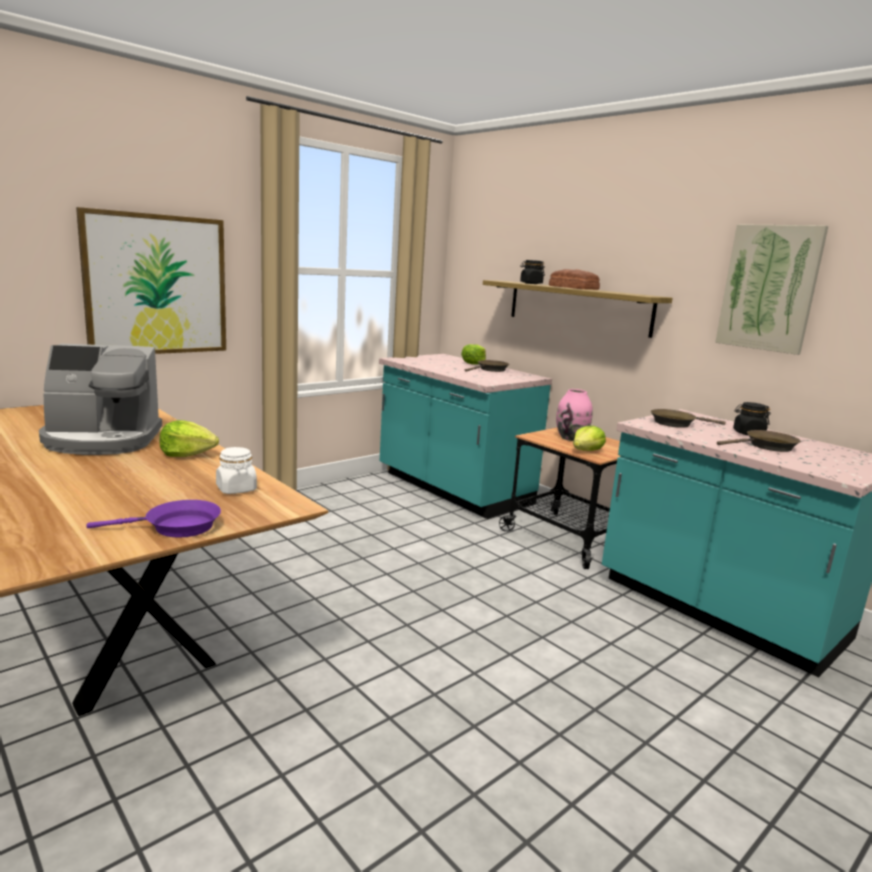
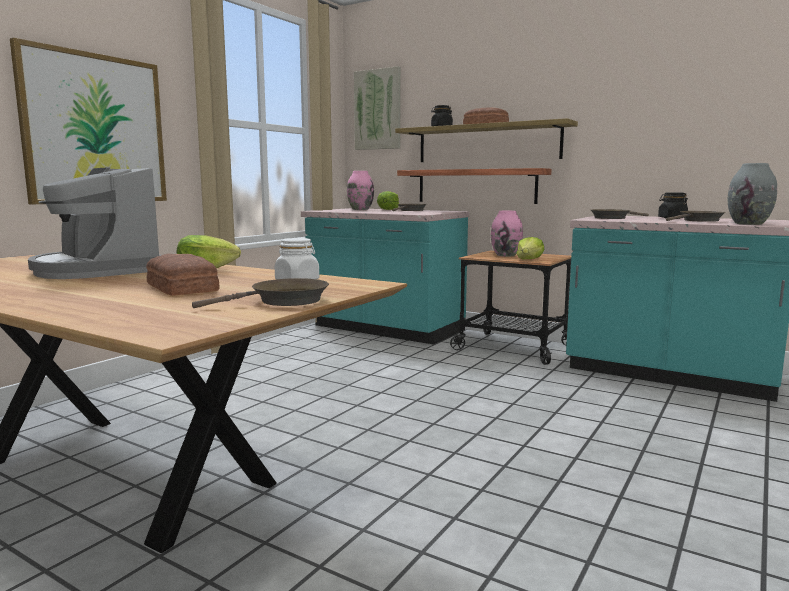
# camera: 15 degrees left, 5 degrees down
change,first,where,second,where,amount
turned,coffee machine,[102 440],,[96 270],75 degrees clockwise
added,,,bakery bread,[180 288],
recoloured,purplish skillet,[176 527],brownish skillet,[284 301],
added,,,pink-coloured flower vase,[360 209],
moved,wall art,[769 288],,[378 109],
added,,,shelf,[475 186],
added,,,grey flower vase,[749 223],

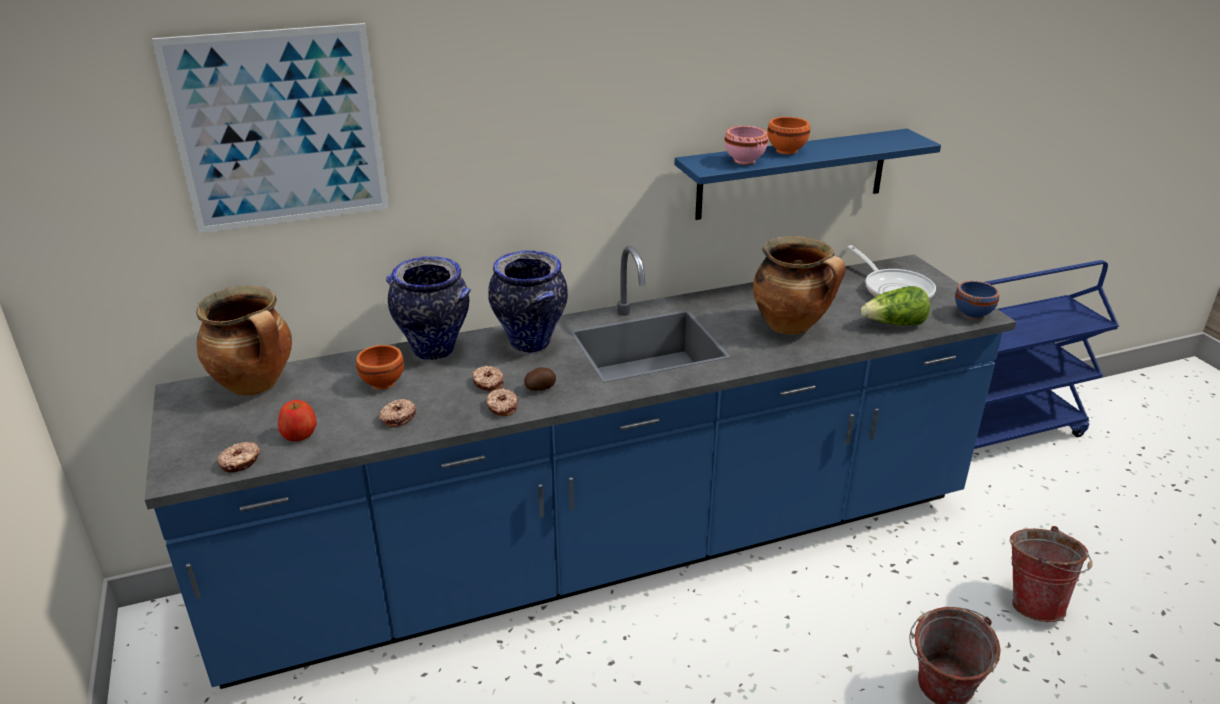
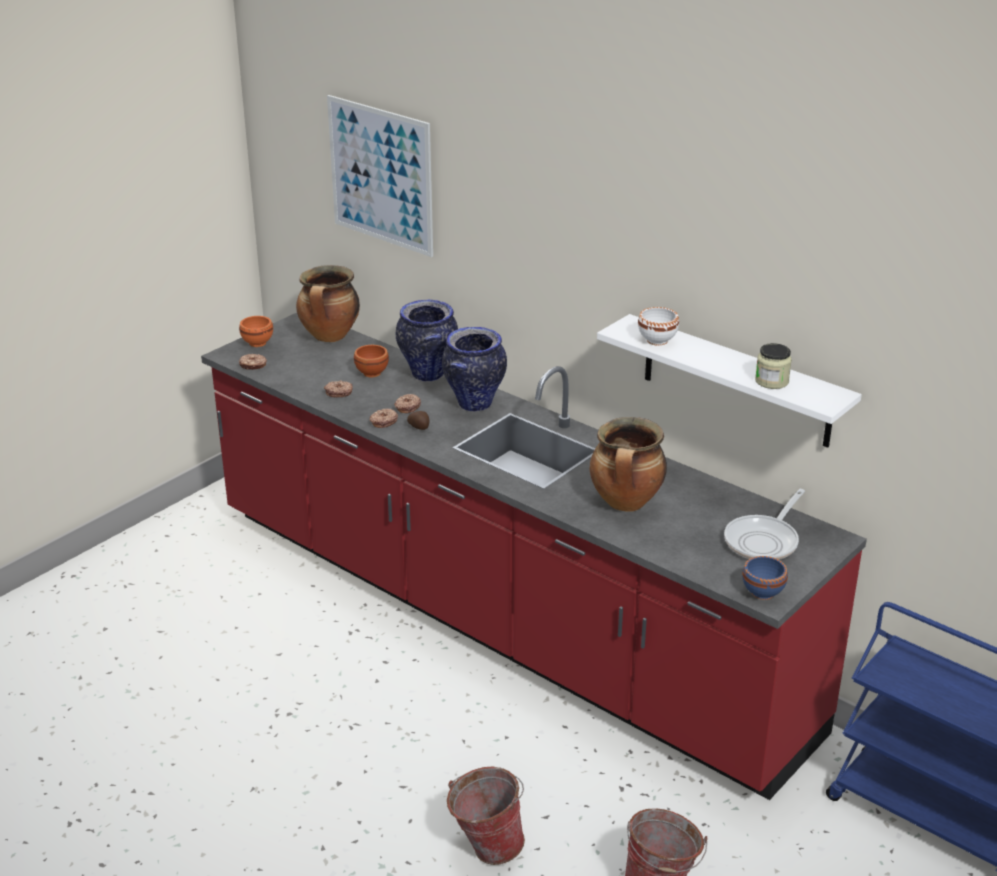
# camera: 60 degrees right, 0 degrees up
change,first,where,second,where,amount
recoloured,blue-coloured kitchen base unit,[610 552],red kitchen base unit,[498 620],
moved,orange bowl,[785 151],,[256 343],
recoloured,blue-coloured shelf,[792 174],white shelf,[736 381],
recoloured,pink-coloured bowl,[743 160],white bowl,[656 340],
added,,,preserve jar,[771 381],
removed,whole apple,[299 434],,,
removed,lettuce,[894 324],,,

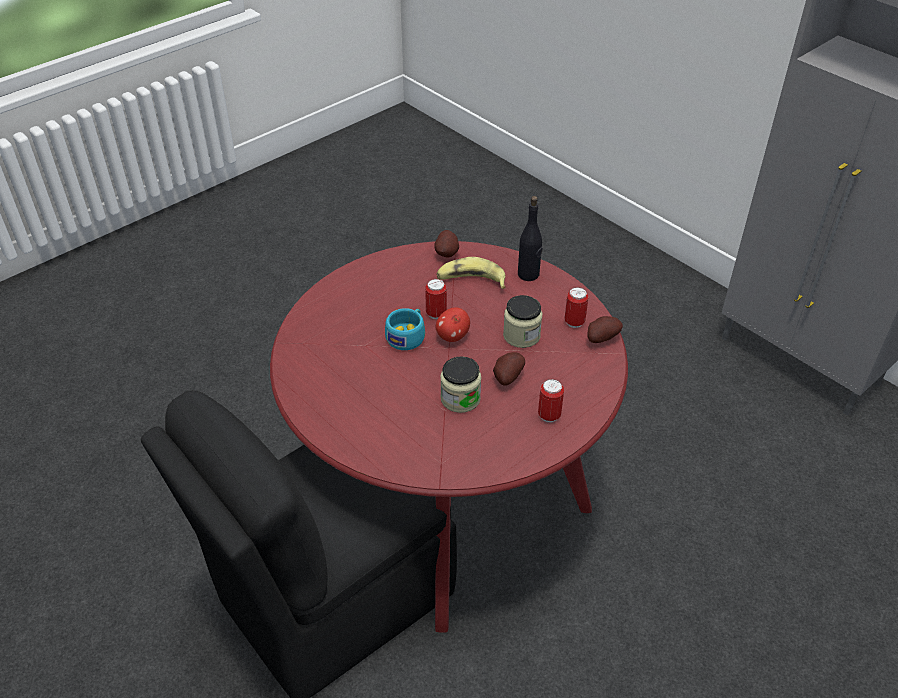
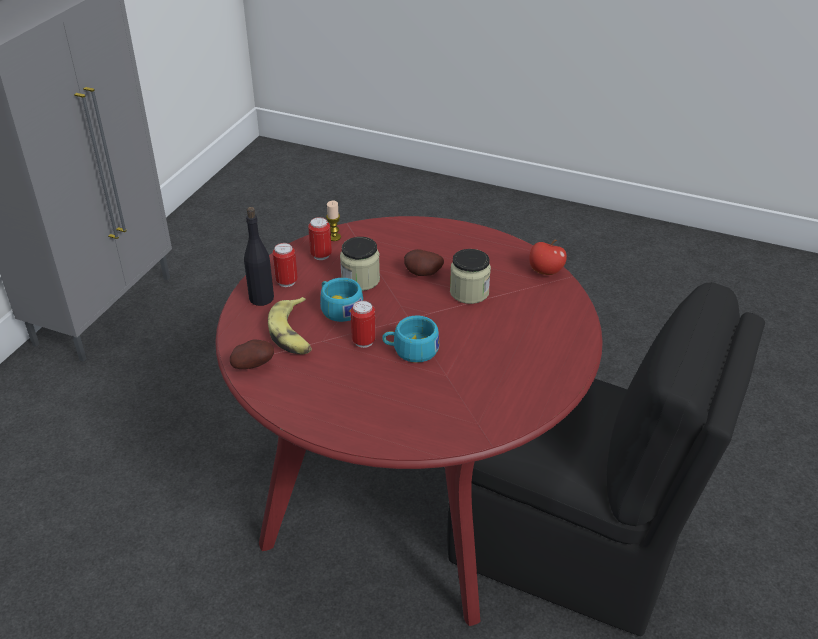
# camera: 115 degrees left, 5 degrees down
change,first,where,second,where,amount
moved,metal can,[549 415],,[286 282],
added,,,blue-green drinking cup,[339 308],
replaced,whole potato,[601 338],wax light,[334 237],
moved,whole apple,[452 336],,[545 271],

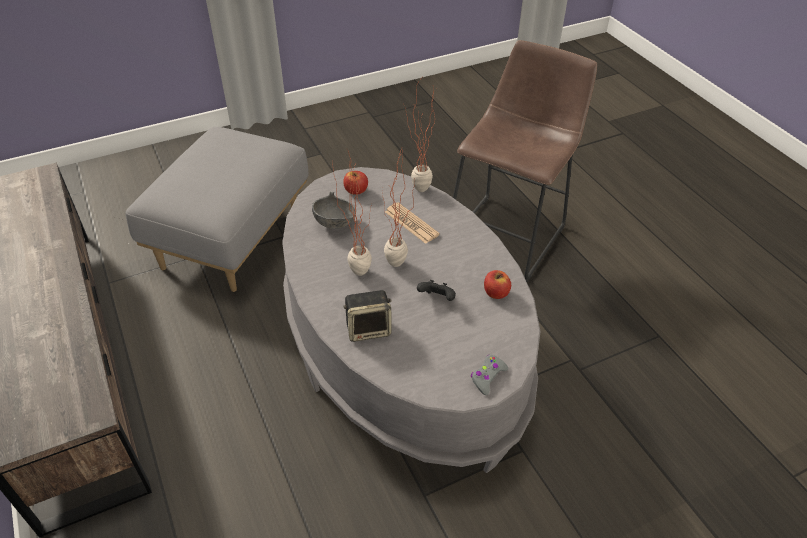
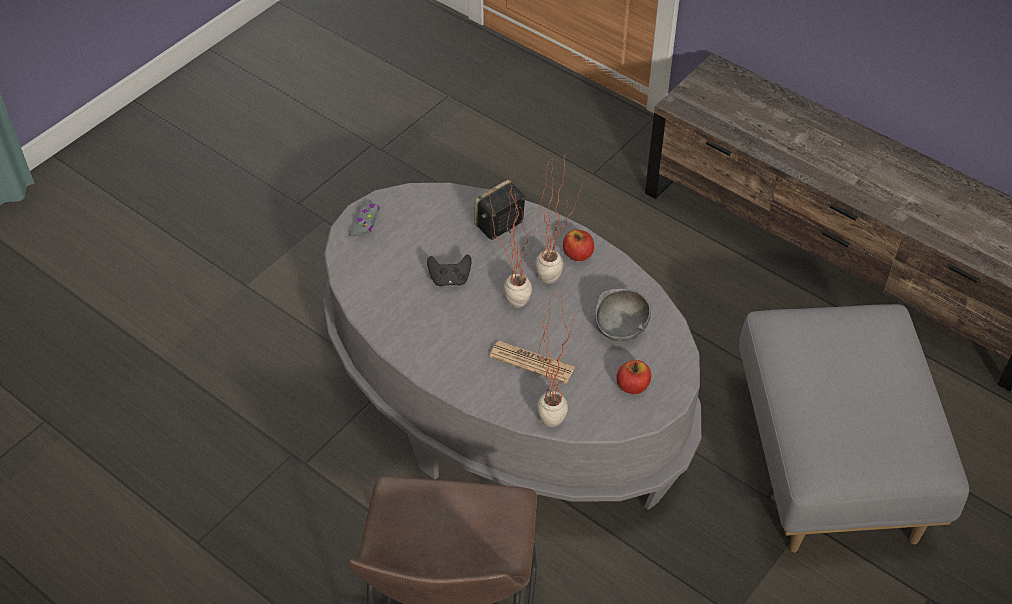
# camera: 155 degrees right, 5 degrees up
change,first,where,second,where,amount
moved,whole apple,[496 293],,[578 254],

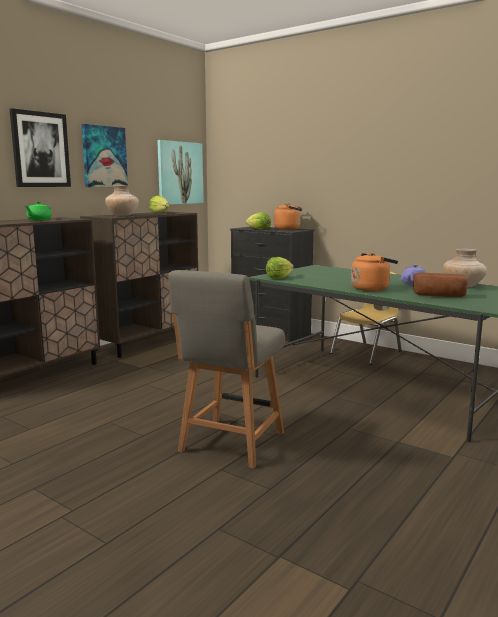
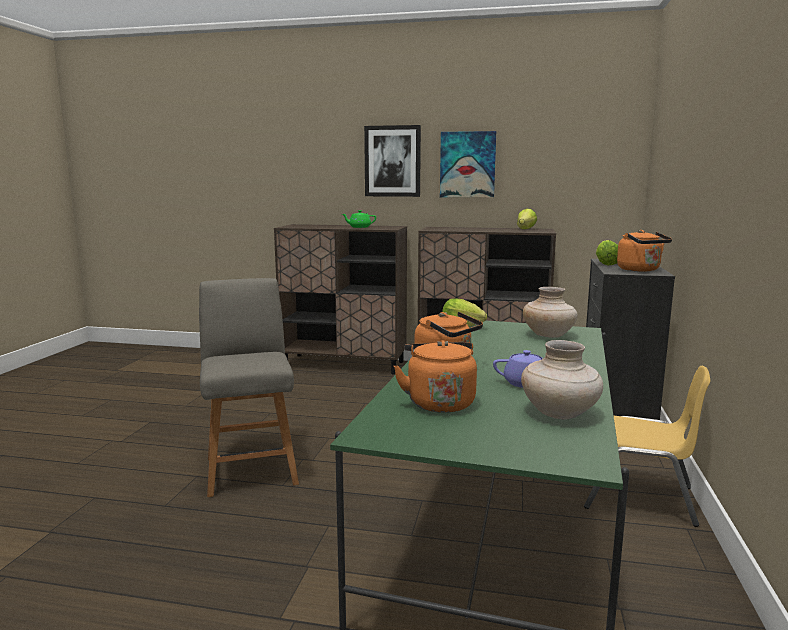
# camera: 65 degrees right, 0 degrees up
change,first,where,second,where,amount
turned,grey upright chair,[230 444],,[251 468],75 degrees clockwise
replaced,bakery bread,[439 296],orange water kettle,[439 402],
moved,sand-coloured flower vase,[123 216],,[549 335],
removed,wall art,[180 173],,,

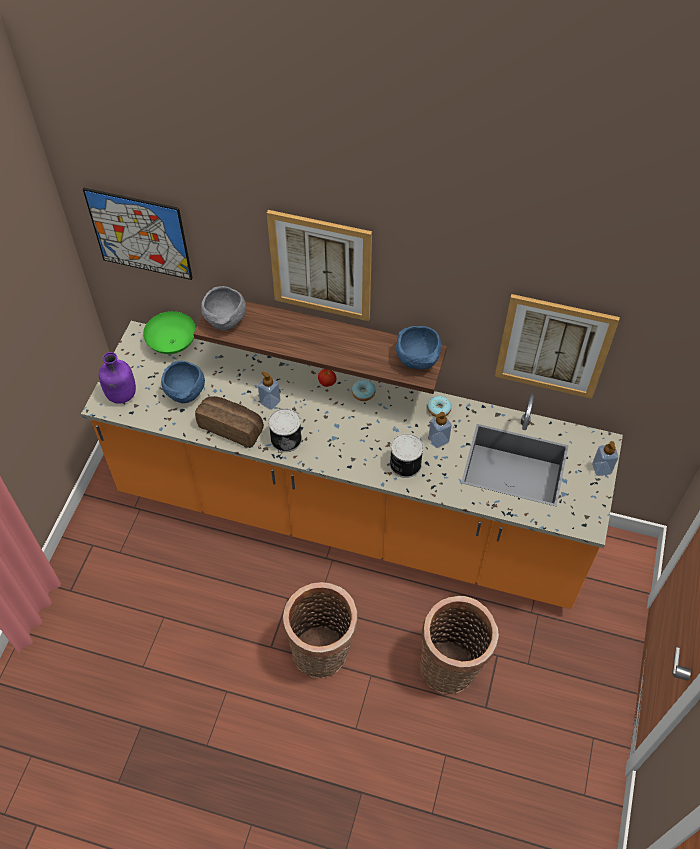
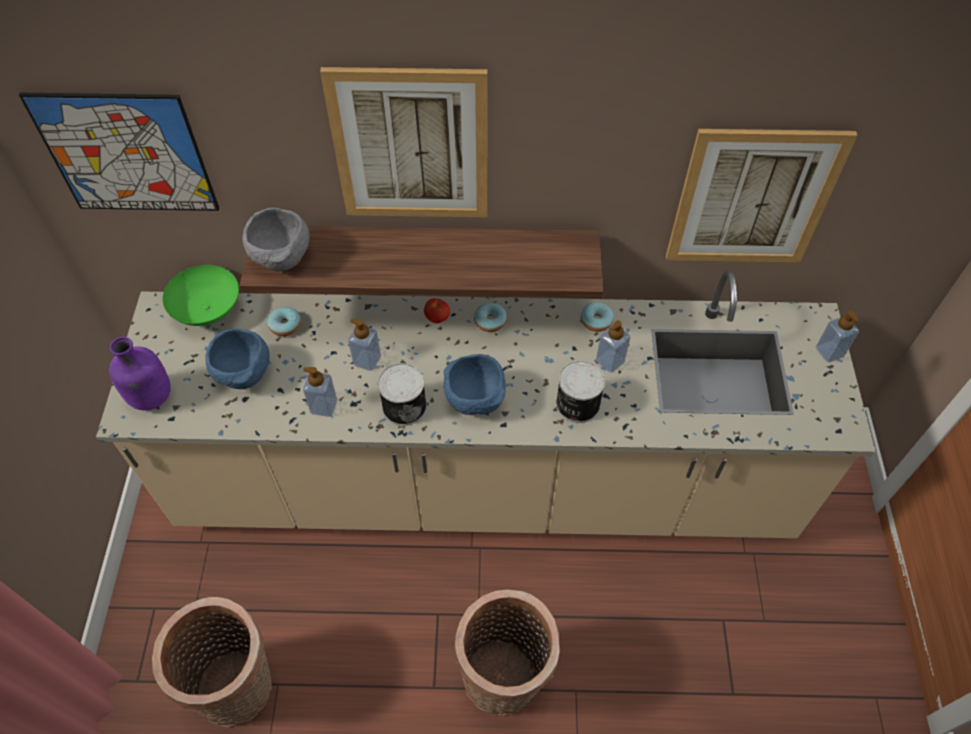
# camera: 15 degrees left, 0 degrees up
change,first,where,second,where,amount
recoloured,orange kitchen base unit,[350 516],sand-coloured kitchen base unit,[485 485],
moved,basket,[451 668],,[240 687],
added,,,ring doughnut,[285 325],
replaced,bakery bread,[232 426],liquid soap bottle,[324 406],
moved,blue-coloured bowl,[418 360],,[477 400],

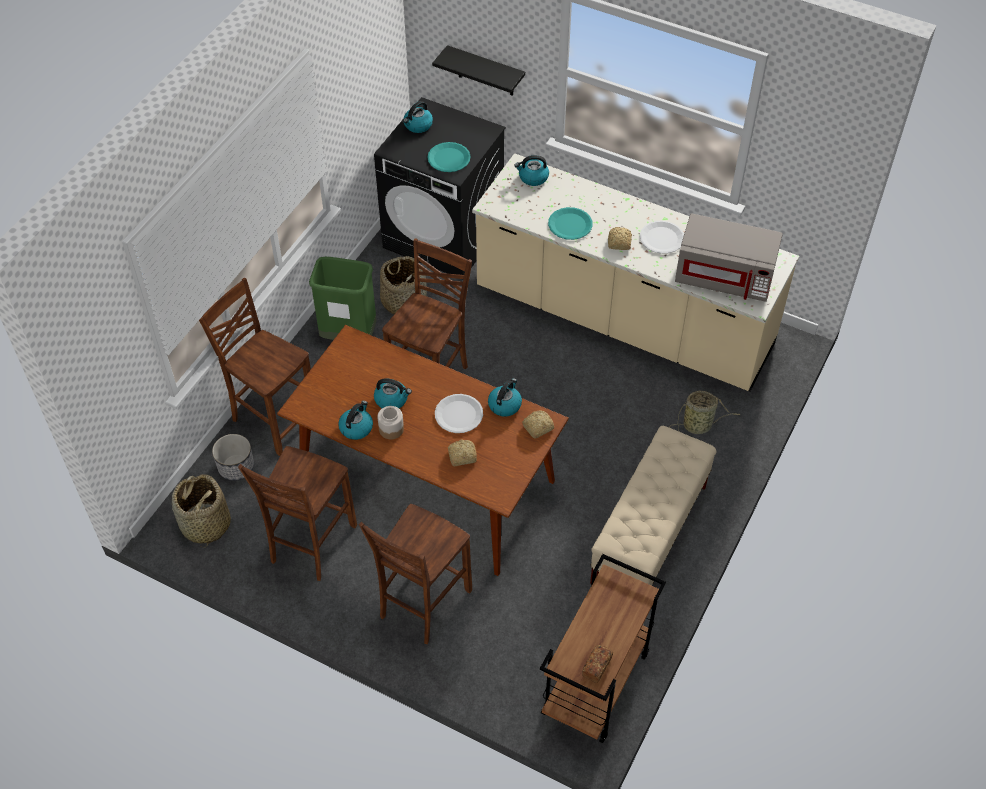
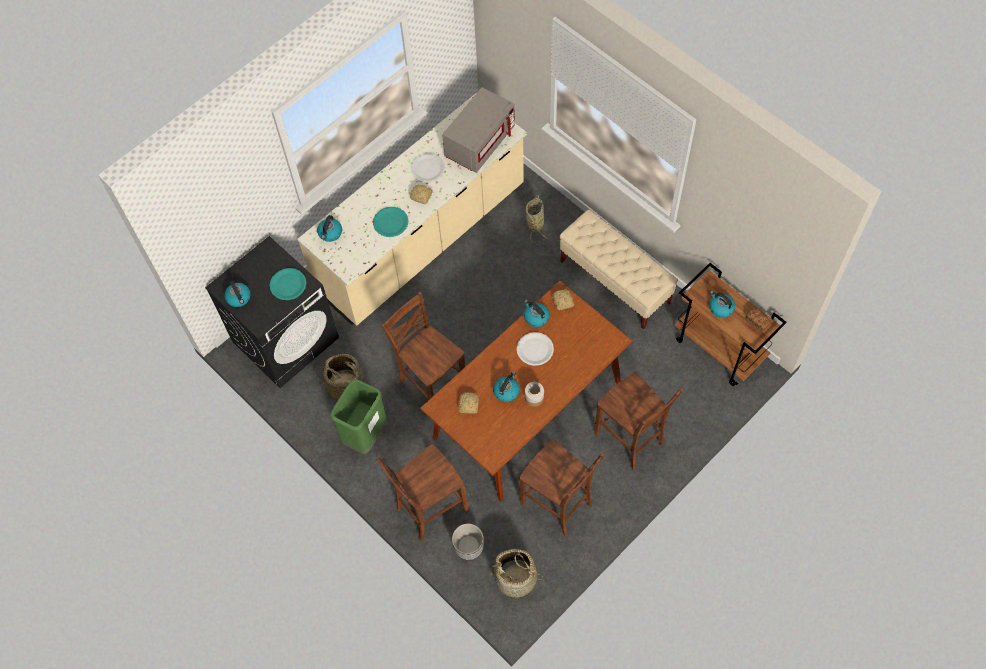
# camera: 70 degrees left, 10 degrees up
change,first,where,second,where,amount
moved,bakery bread,[461 456],,[468 405],
moved,water kettle,[356 427],,[720 308],
removed,black-coloured shelf,[486 72],,,

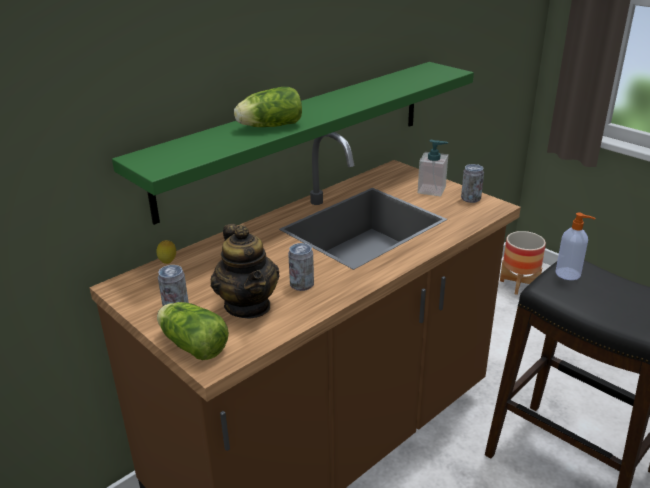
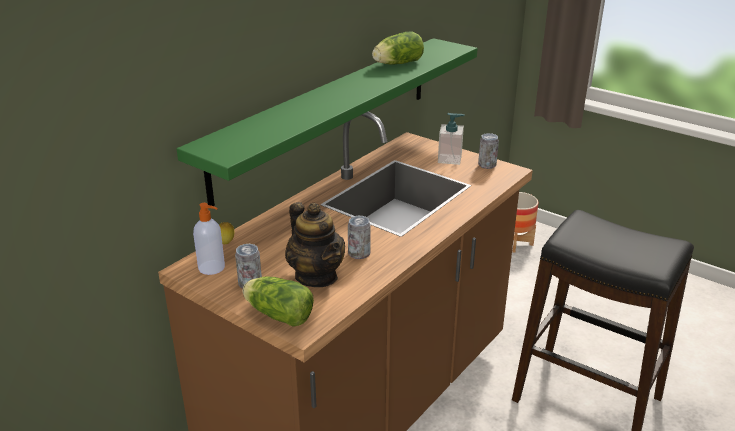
# camera: 10 degrees left, 0 degrees up
change,first,where,second,where,amount
moved,liquid soap bottle,[569 274],,[212 268],
moved,lettuce,[268 126],,[396 64],

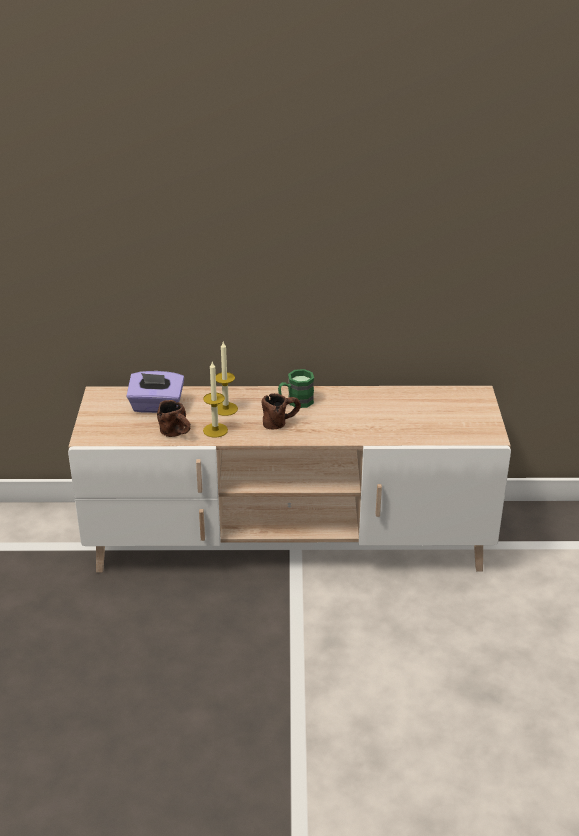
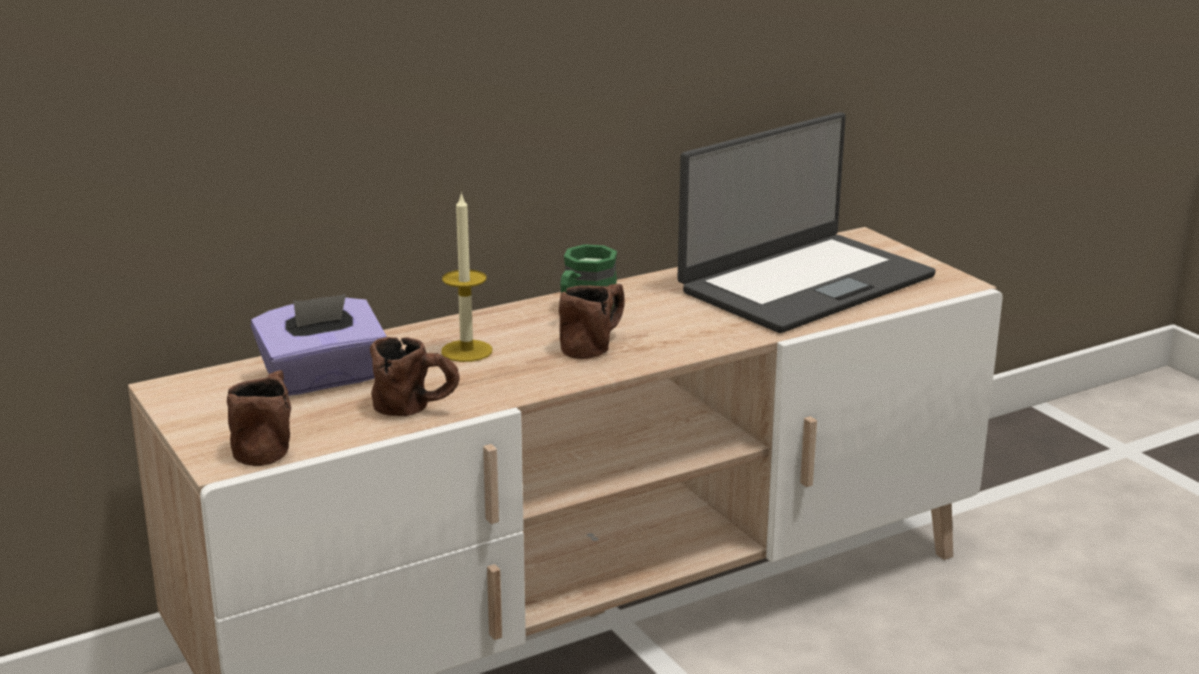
# camera: 30 degrees left, 10 degrees down
change,first,where,second,where,amount
added,,,brownish mug,[267 444],
added,,,notebook computer,[804 283],
removed,wax light,[215 430],,,

